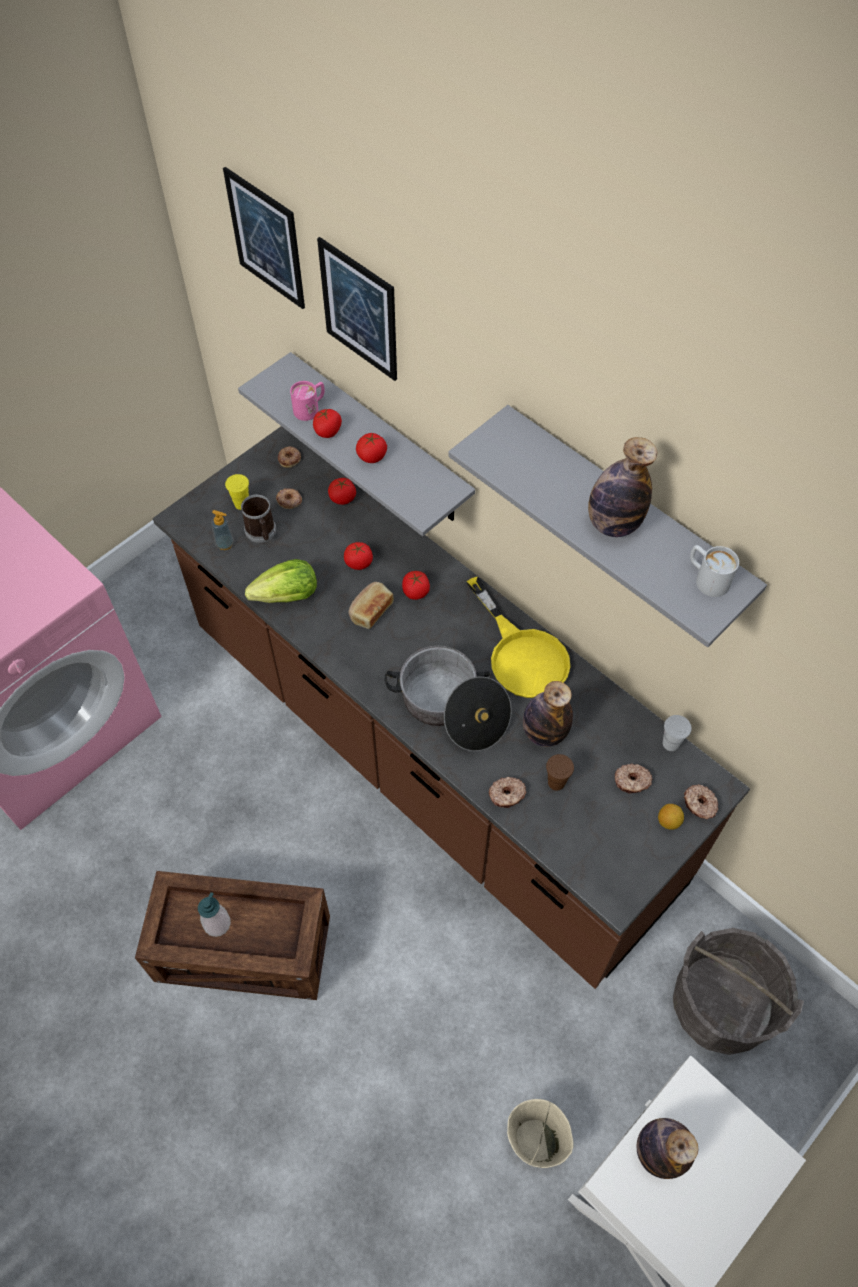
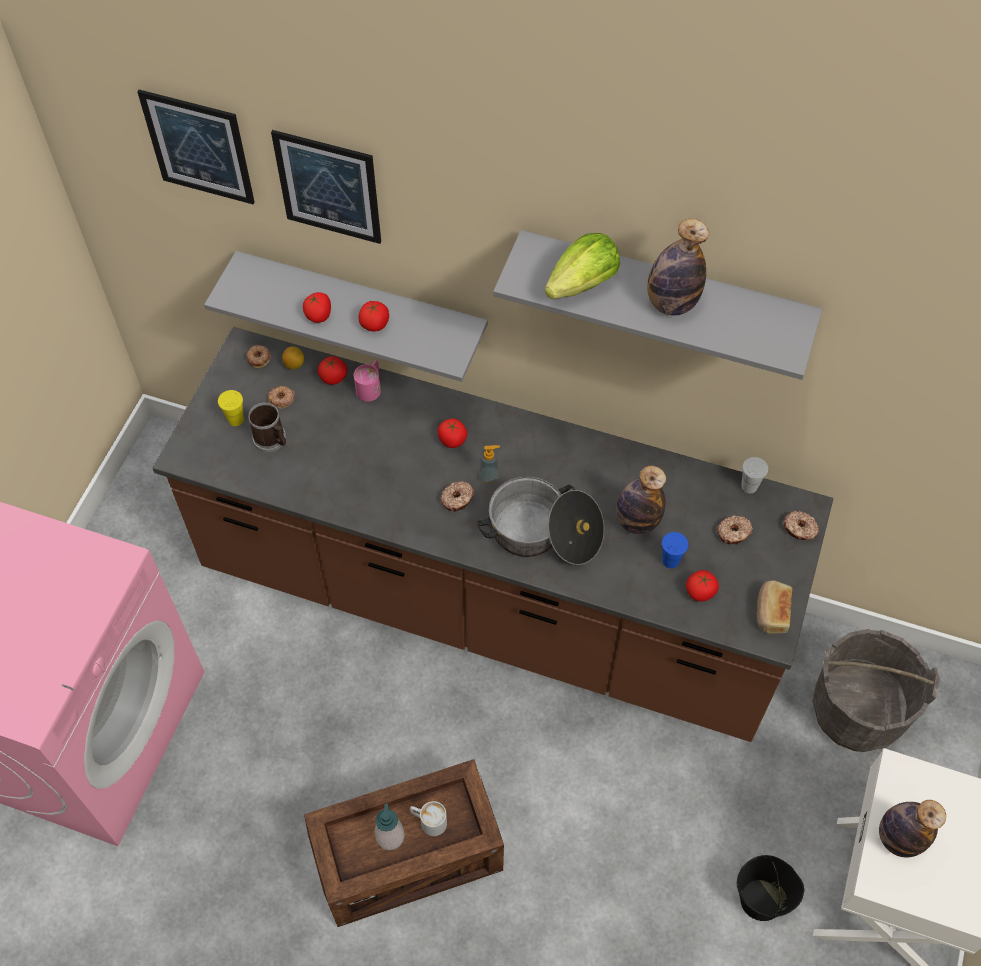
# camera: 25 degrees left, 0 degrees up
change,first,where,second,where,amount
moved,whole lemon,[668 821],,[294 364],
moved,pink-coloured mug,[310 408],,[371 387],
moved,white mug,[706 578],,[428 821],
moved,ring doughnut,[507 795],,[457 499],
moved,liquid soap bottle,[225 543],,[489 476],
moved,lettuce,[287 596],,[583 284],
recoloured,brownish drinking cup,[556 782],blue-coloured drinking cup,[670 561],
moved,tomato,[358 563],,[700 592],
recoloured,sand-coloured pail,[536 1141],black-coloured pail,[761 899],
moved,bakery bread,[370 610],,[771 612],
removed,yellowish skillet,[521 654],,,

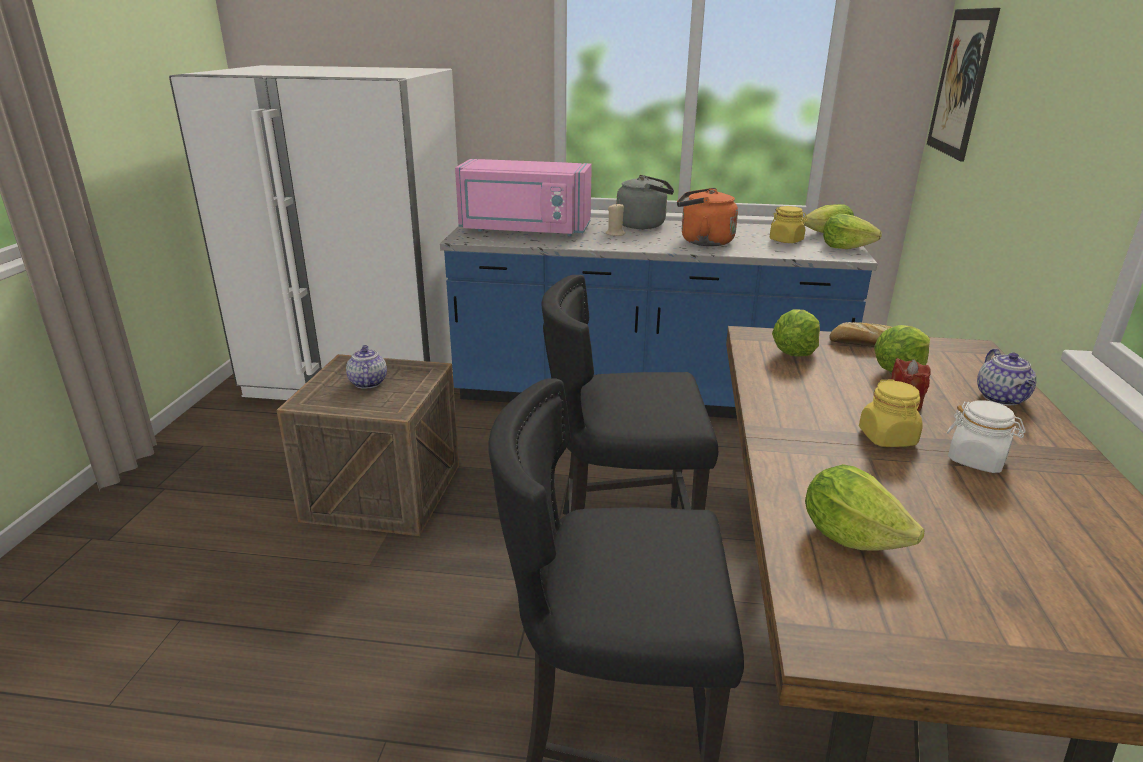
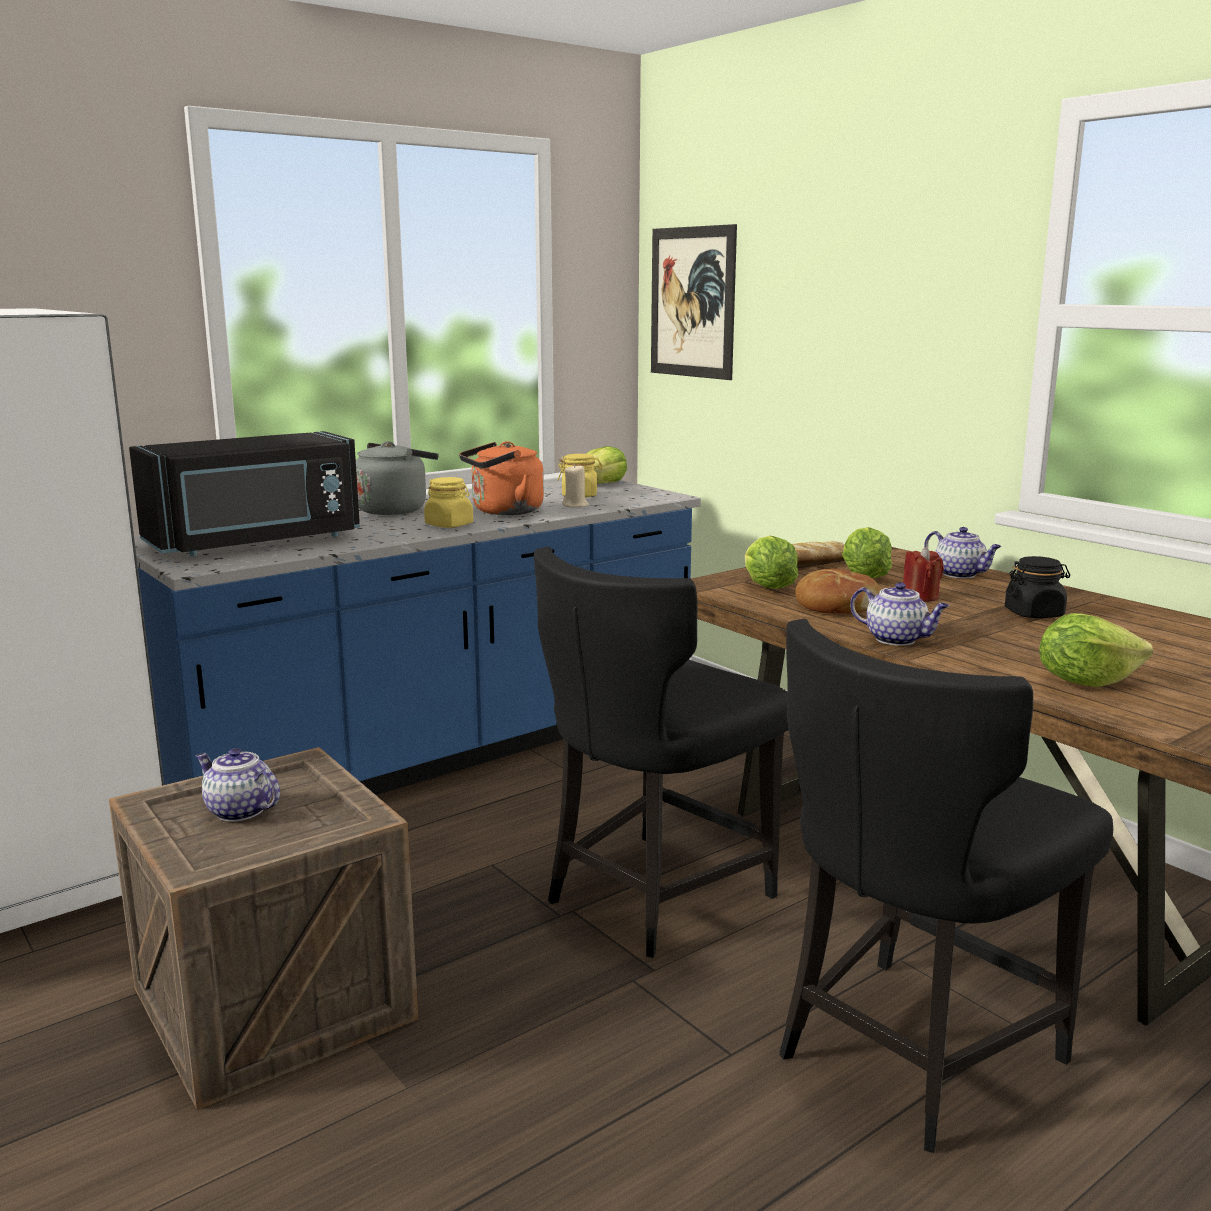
# camera: 45 degrees left, 10 degrees down
change,first,where,second,where,amount
recoloured,pink-coloured kitchen microwave,[524 230],black-coloured kitchen microwave,[256 542],
moved,yellowish preserve jar,[887 438],,[449 525],
moved,sand-coloured wax light,[615 234],,[575 505],
added,,,bakery bread,[835 606],
added,,,pot for tea,[897 639],
recoloured,white preserve jar,[976 460],black-coloured preserve jar,[1034 614],
removed,lettuce,[846 247],,,

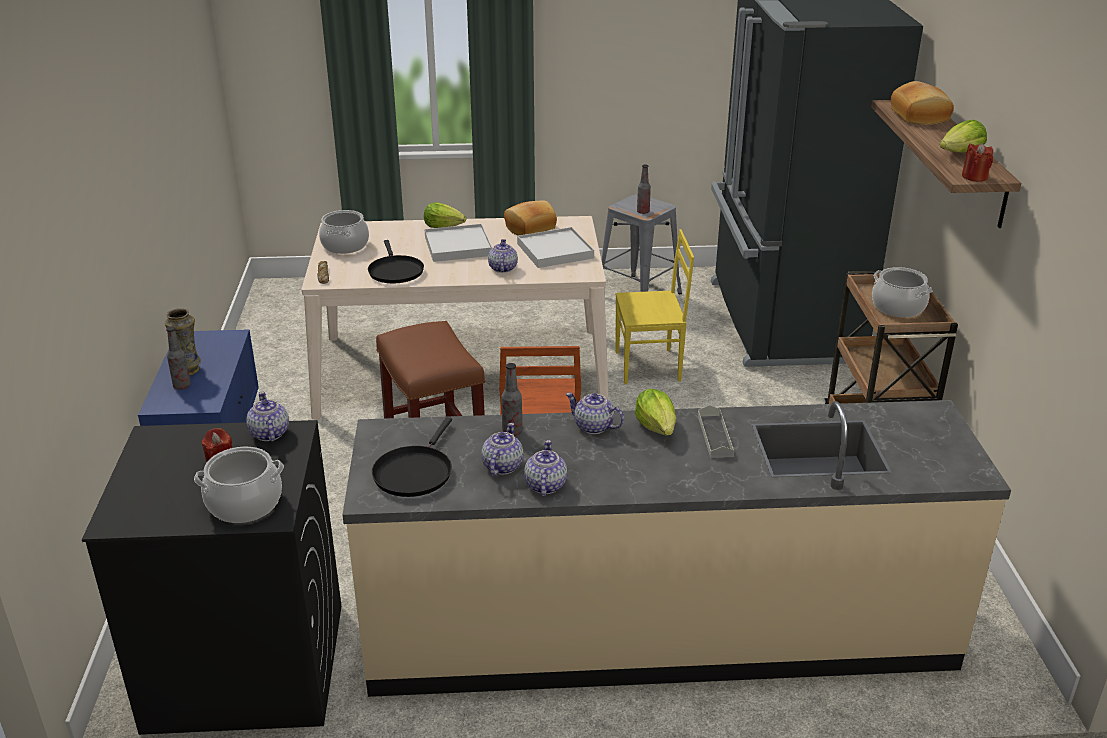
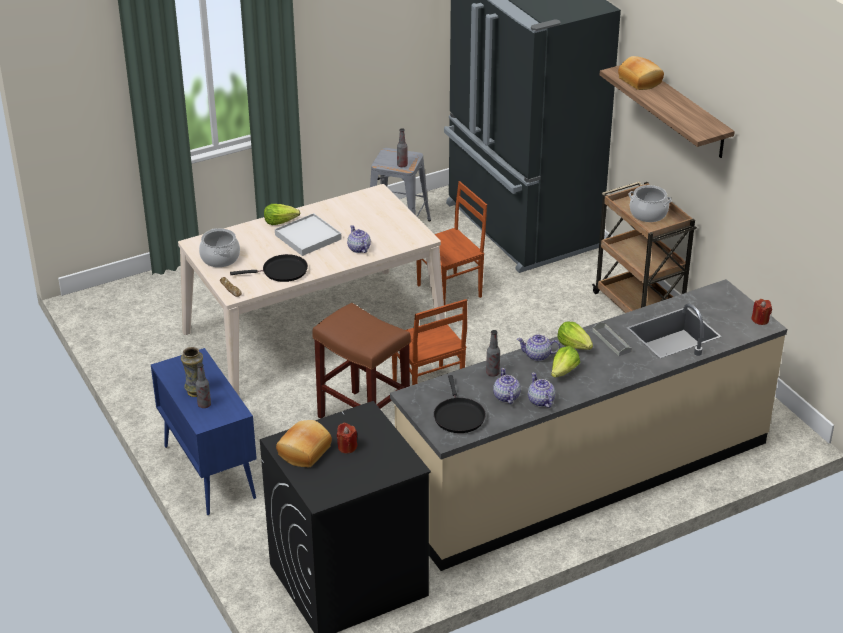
# camera: 25 degrees left, 5 degrees up
change,first,where,second,where,amount
turned,black-coloured skillet,[395 271],,[281 271],60 degrees counterclockwise
moved,bakery bread,[529 227],,[303 451],
recoloured,yellowish upright chair,[649 367],brownish upright chair,[450 291],
moved,lettuce,[961 153],,[564 372],
moved,red wax light,[974 177],,[760 320],
removed,cooking pot,[245 503],,,
removed,pot for tea,[269 434],,,
removed,white serving tray,[555 251],,,

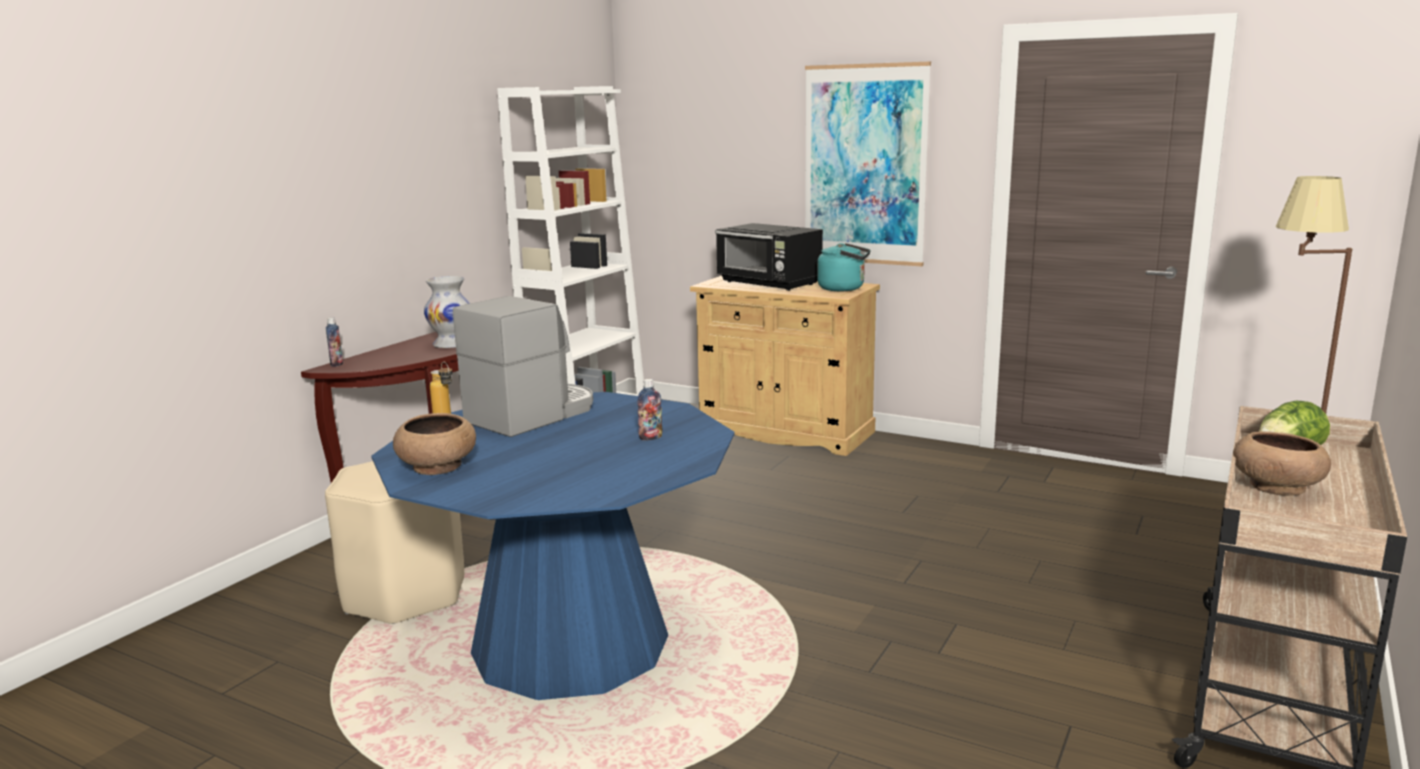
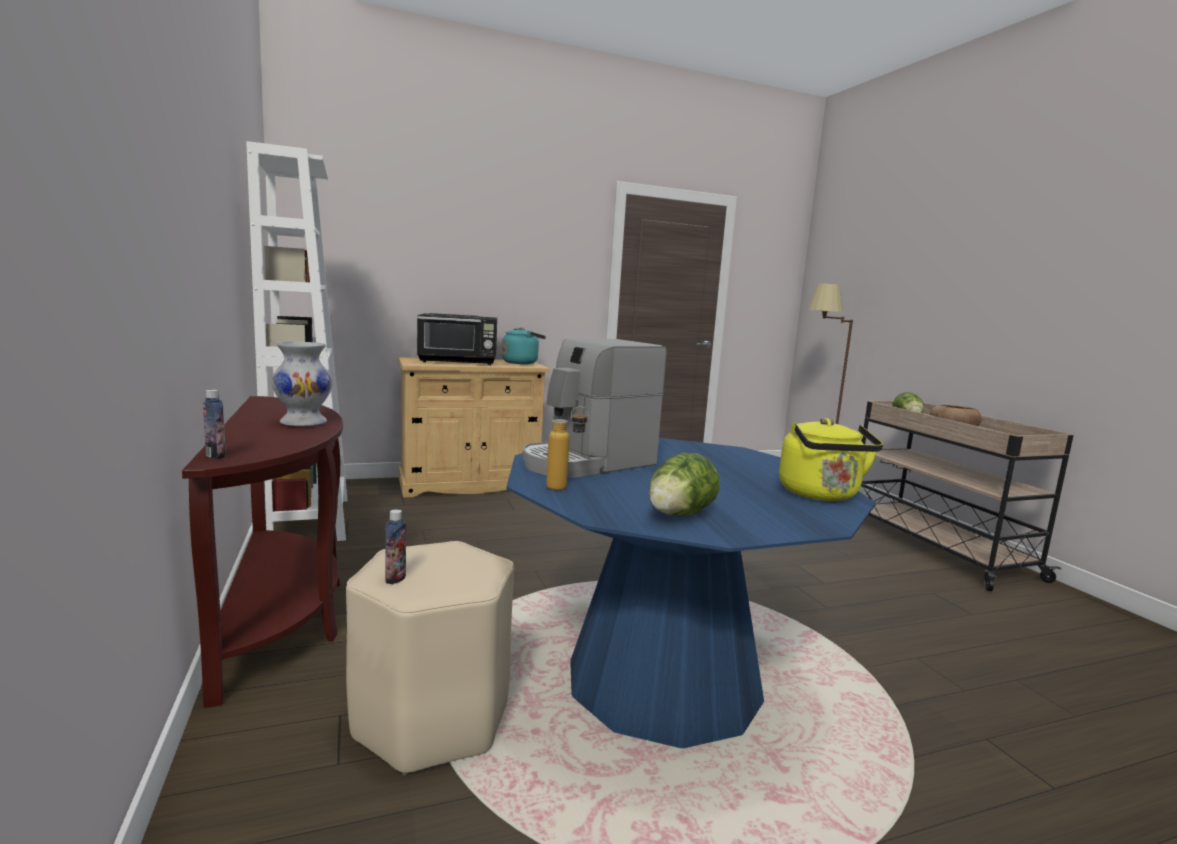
# camera: 50 degrees left, 5 degrees down
change,first,where,second,where,amount
moved,bottle,[650 437],,[395 578],
turned,coffee machine,[533 414],,[587 462],120 degrees counterclockwise
replaced,brownish bowl,[438 467],lettuce,[678 515],
added,,,yellowish water kettle,[821 495],
removed,wall art,[865 165],,,

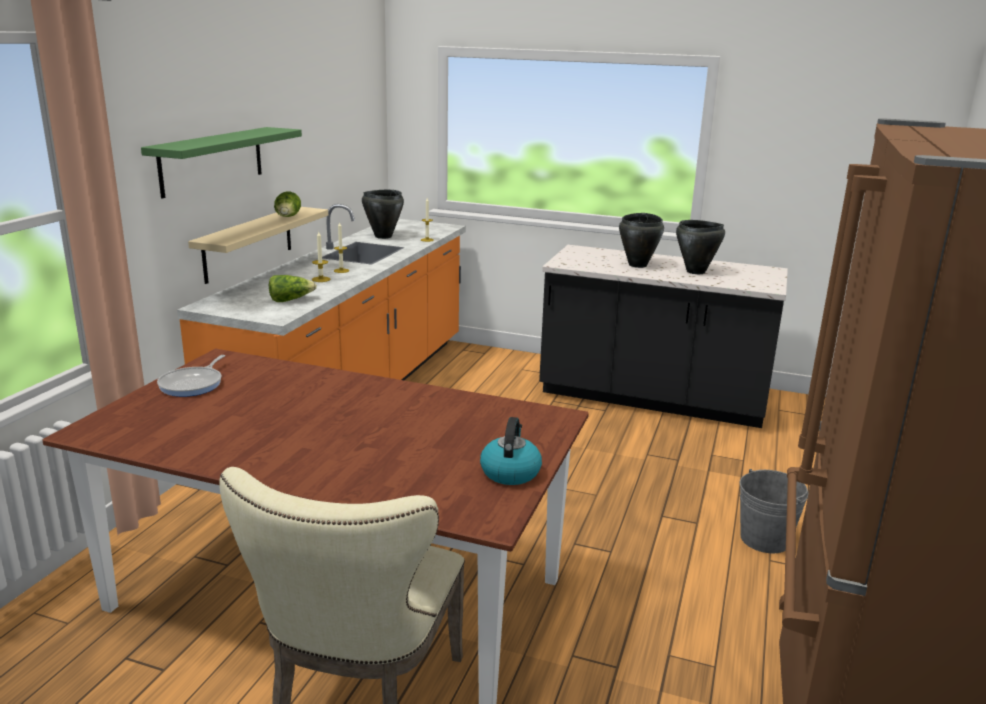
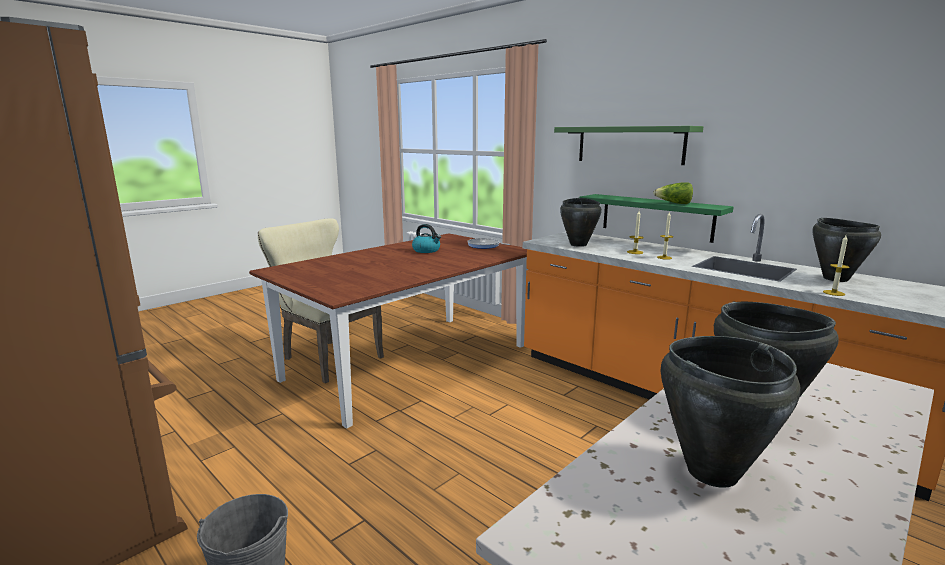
# camera: 115 degrees right, 5 degrees down
change,first,where,second,where,amount
moved,water kettle,[510 472],,[427 250],
replaced,lettuce,[290 300],black-coloured cooking pot,[578 244],
recoloured,sand-coloured shelf,[248 243],greenish shelf,[656 217],

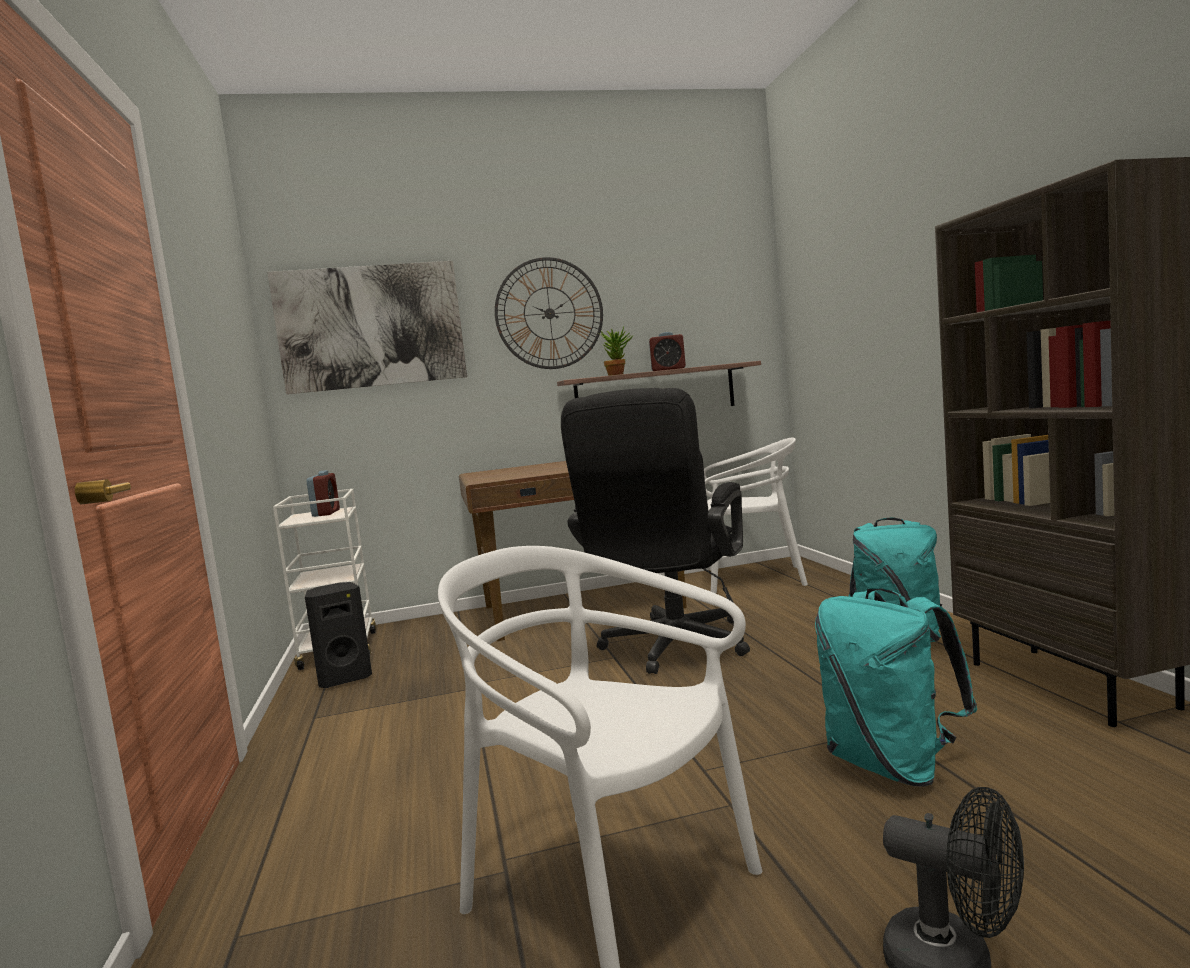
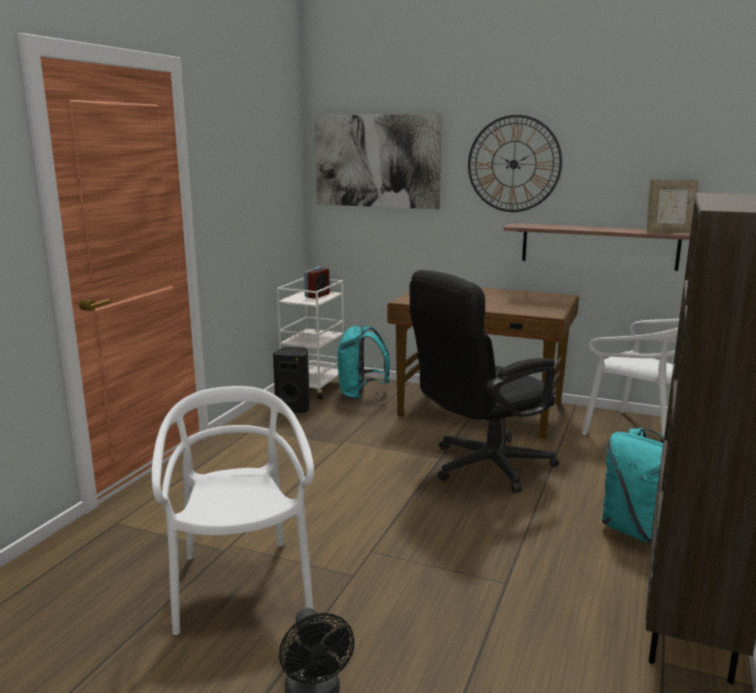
# camera: 35 degrees right, 10 degrees up
change,first,where,second,where,amount
moved,blue-green backpack,[892 765],,[361 394],
added,,,picture frame,[669 232],
removed,houseplant,[618 374],,,
removed,bedside clock,[668 369],,,

